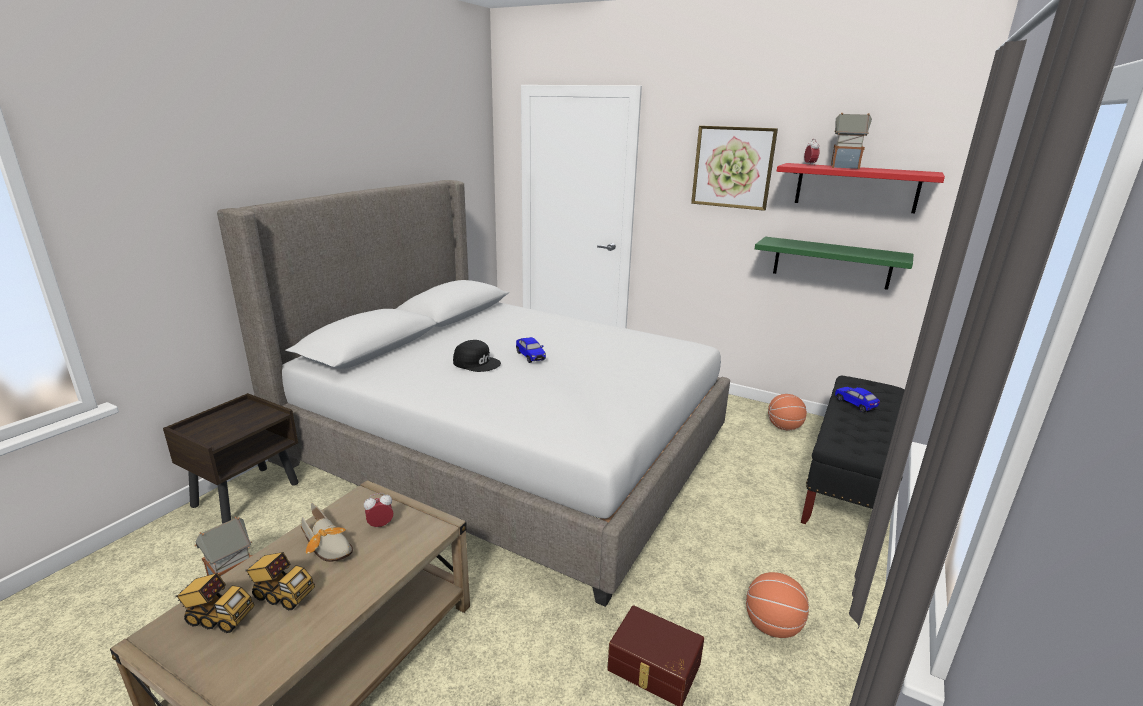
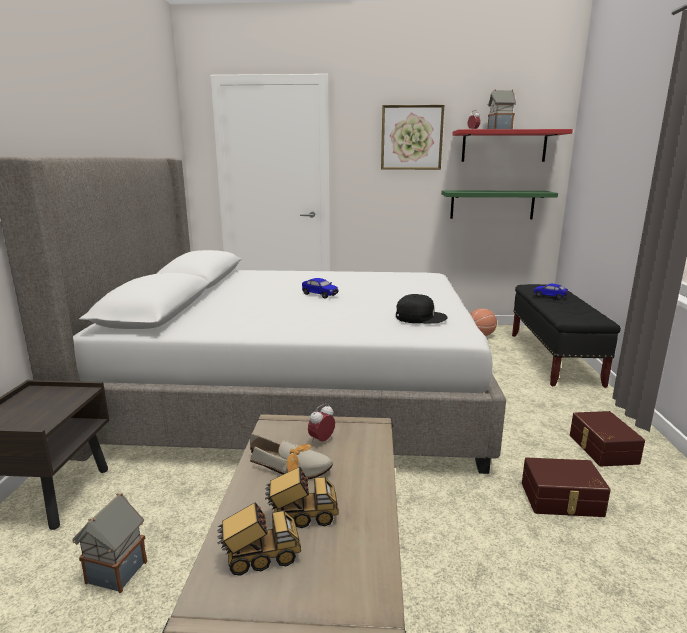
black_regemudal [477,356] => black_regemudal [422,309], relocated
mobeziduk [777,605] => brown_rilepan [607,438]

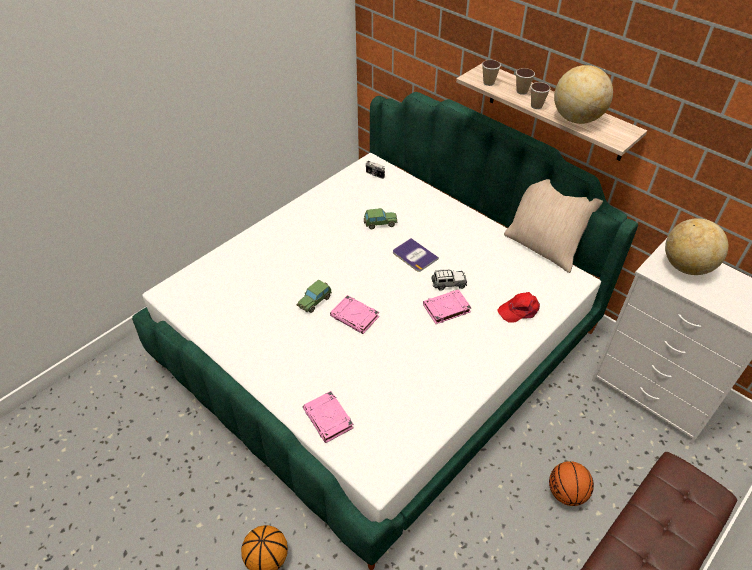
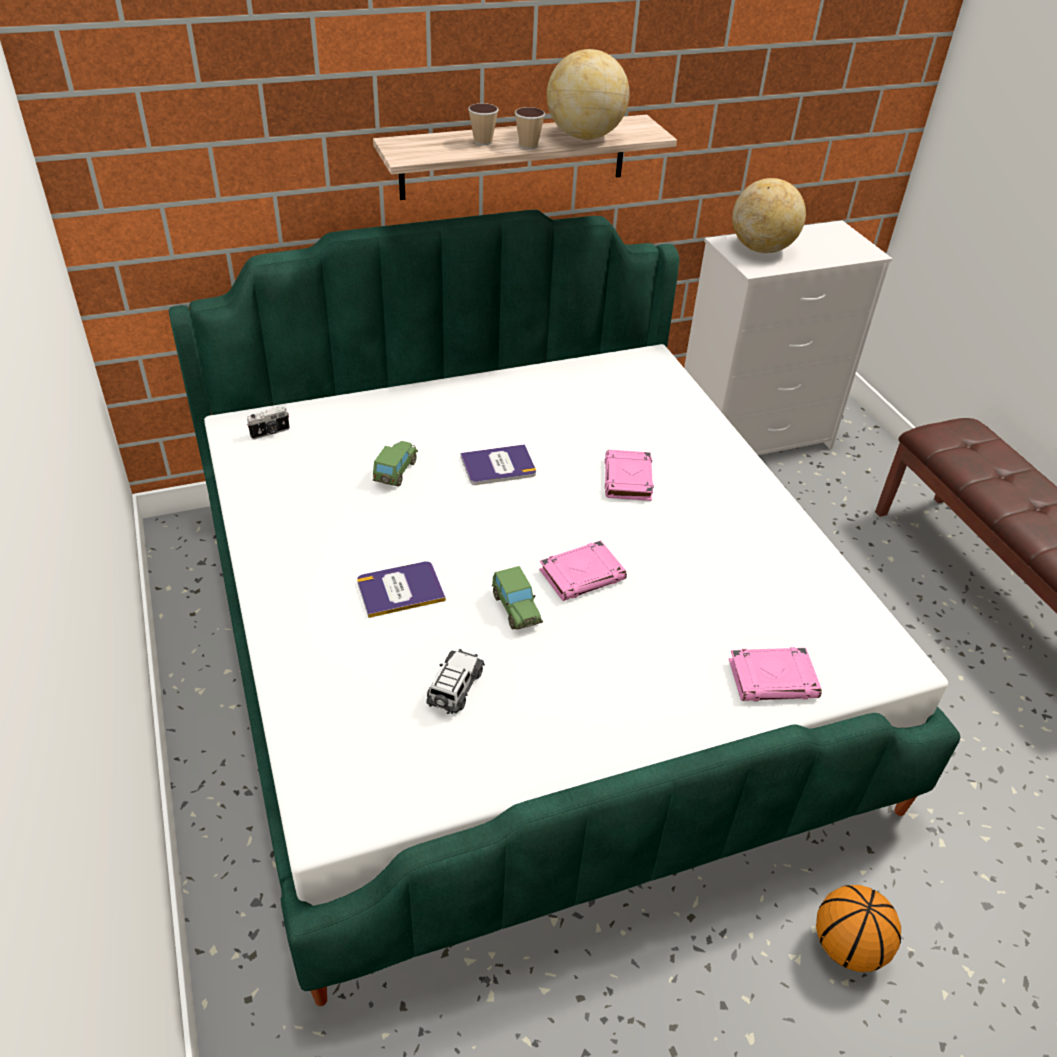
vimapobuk [449,280] => vimapobuk [455,681], relocated
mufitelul [491,73] => nothing
red_regemudal [518,307] => nothing
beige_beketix [553,226] => nothing
mobeziduk [571,483] => nothing
nothing => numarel [401,589]

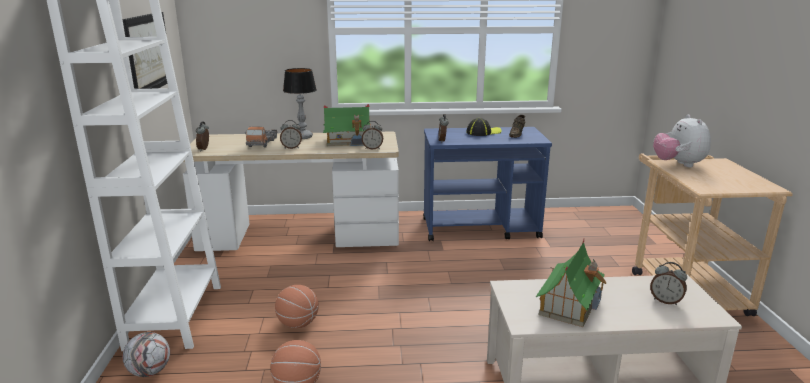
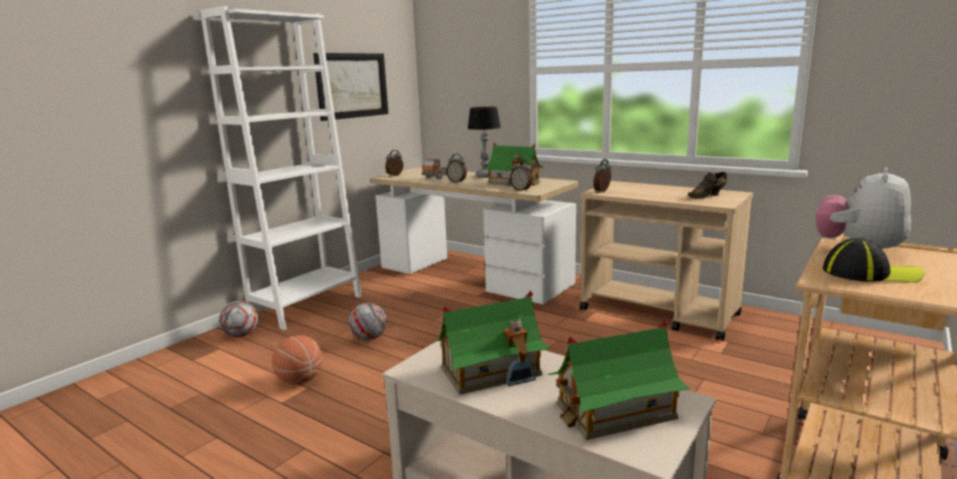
mobeziduk [297,306] => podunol [368,322]
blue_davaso [487,184] => beige_davaso [666,261]
regemudal [484,127] => regemudal [873,260], relocated
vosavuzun [668,283] => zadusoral [619,380]

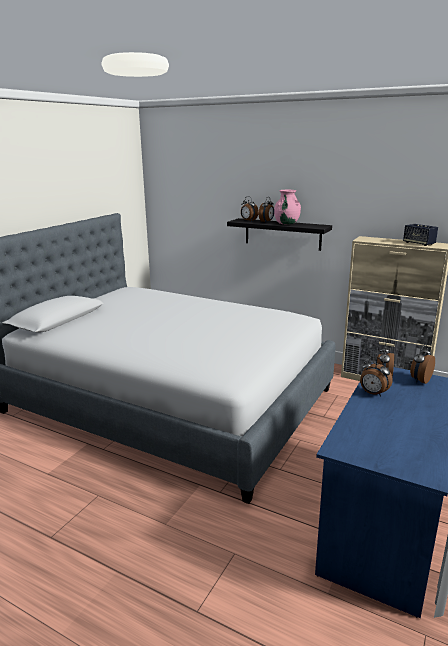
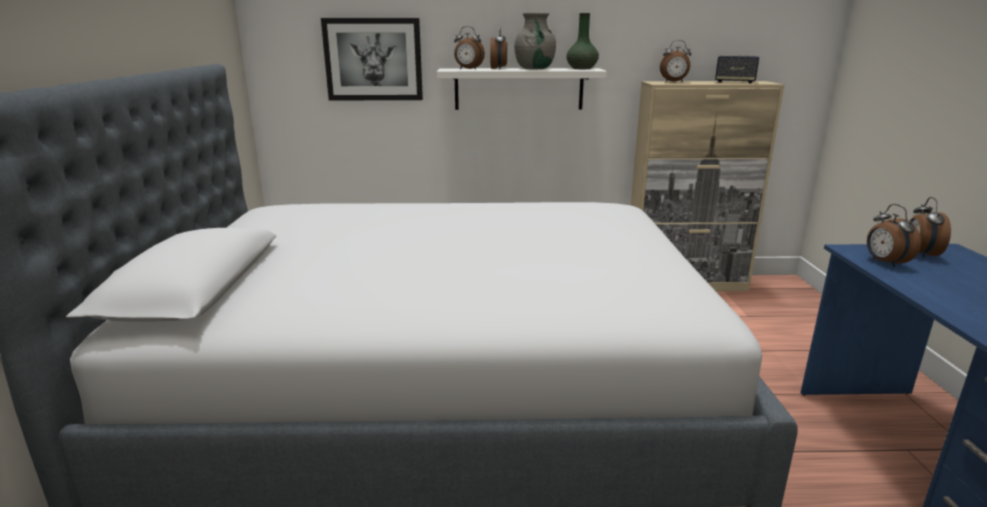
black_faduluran [279,234] => white_faduluran [522,89]
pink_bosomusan [287,207] => grey_bosomusan [535,41]
vosavuzun [376,377] => vosavuzun [675,61], relocated
nothing => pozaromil [372,59]
nothing => green_bosomusan [582,41]

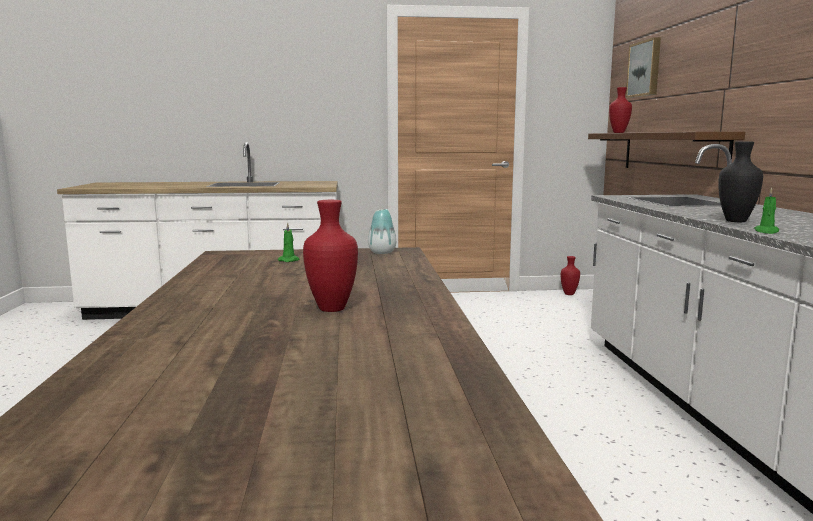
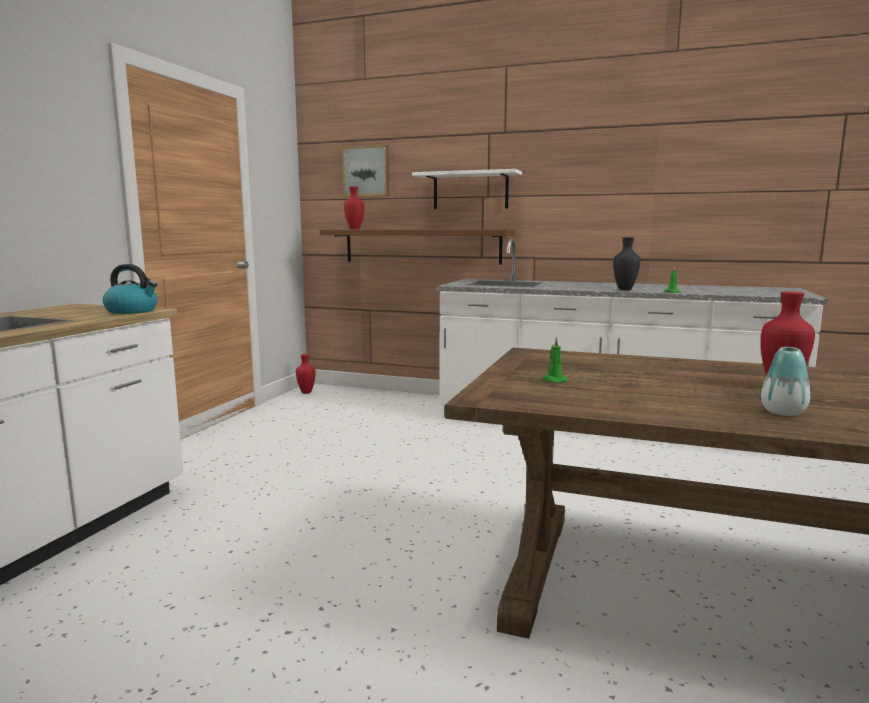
bosomusan [382,231] => bosomusan [785,381], relocated
nothing => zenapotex [130,289]
nothing => white_faduluran [467,189]

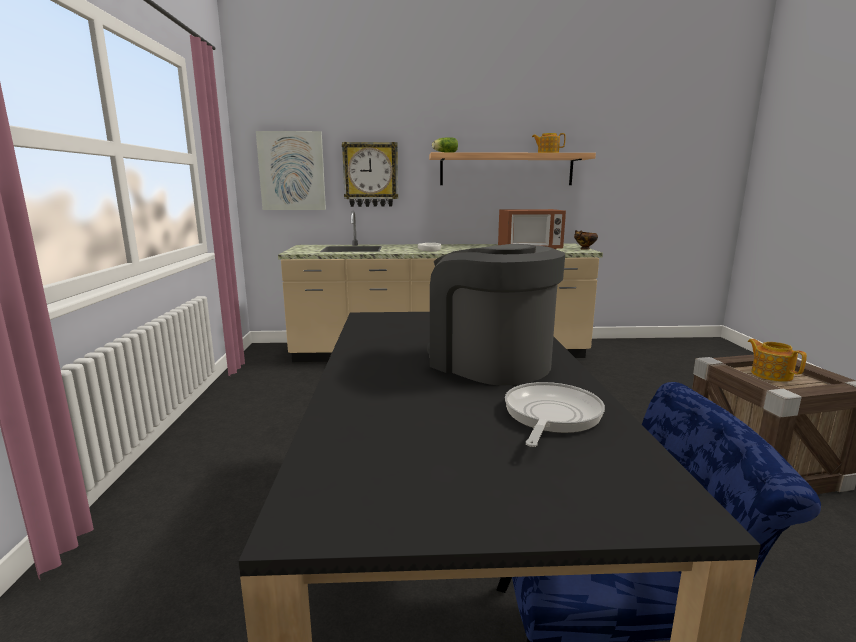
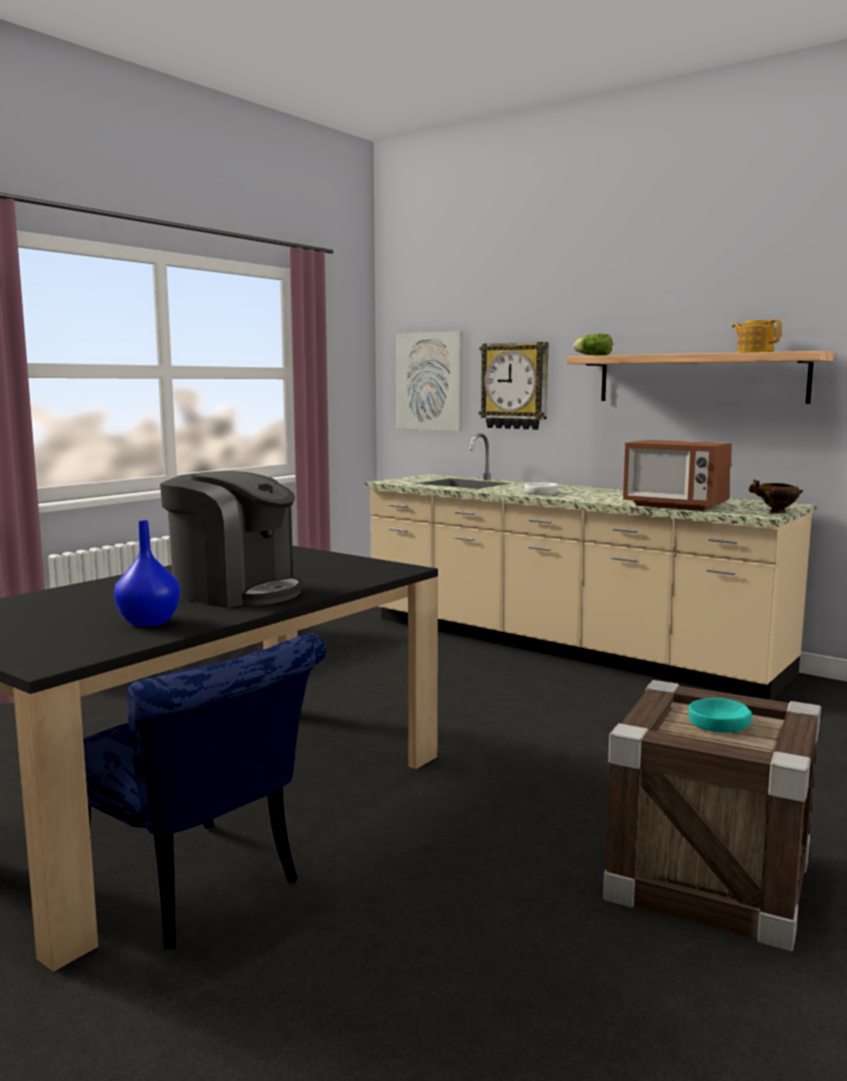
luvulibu [496,315] => luvulibu [231,539], 120 degrees clockwise
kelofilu [555,414] => blue_bosomusan [147,573]
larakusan [777,360] => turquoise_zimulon [720,715]

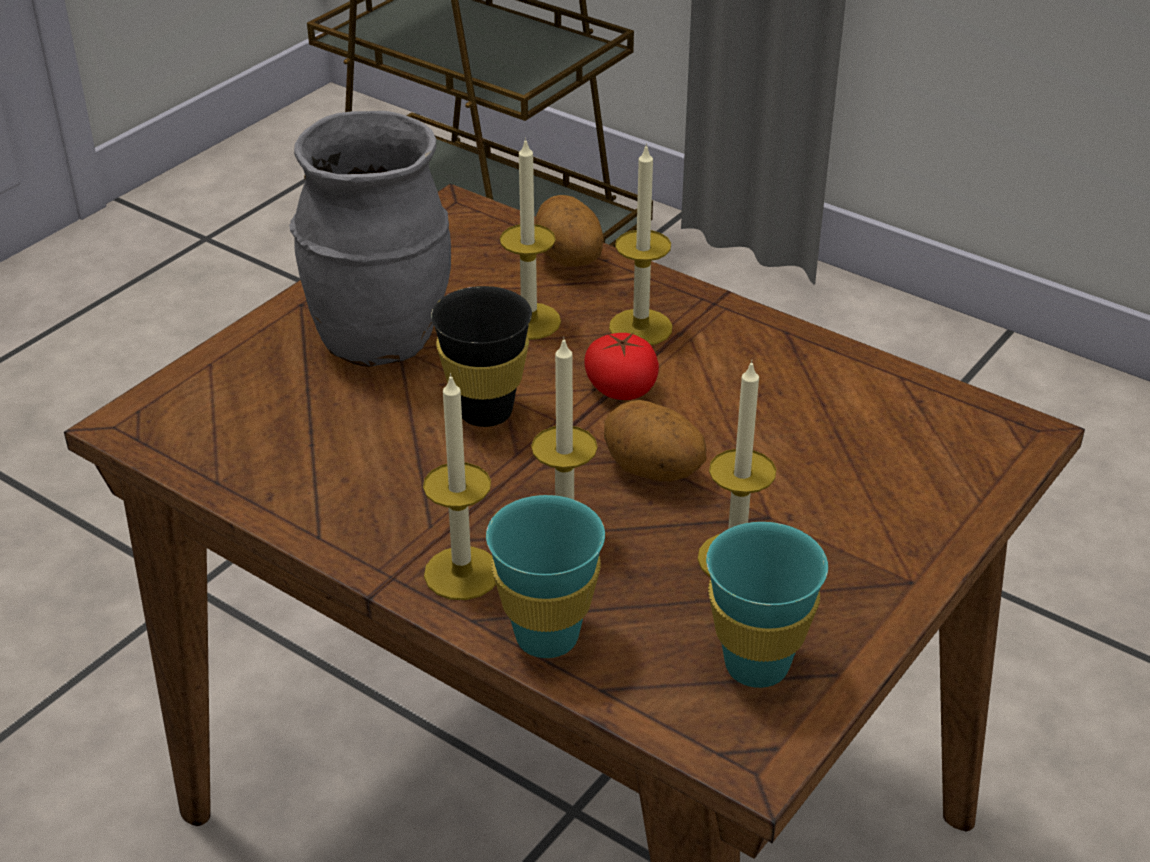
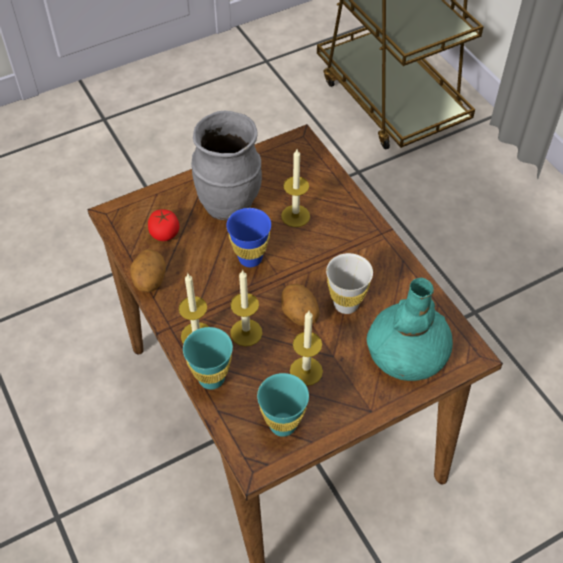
black_mufitelul [481,356] => blue_mufitelul [248,237]
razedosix [569,231] => razedosix [148,270], relocated
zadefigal [621,366] => zadefigal [163,225], relocated
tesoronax [640,244] => nothing
nothing => white_mufitelul [349,283]
nothing => turquoise_bosomusan [410,329]

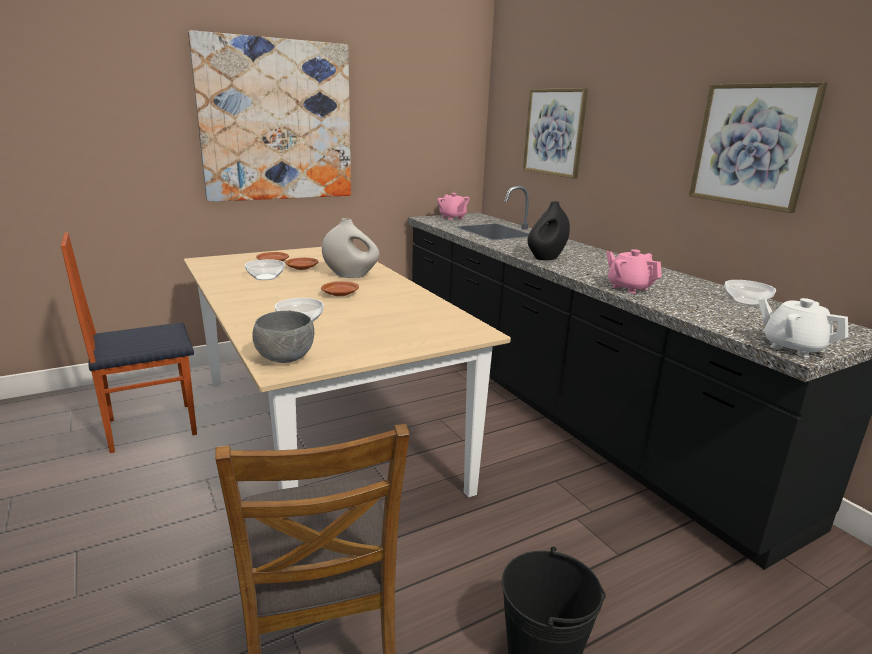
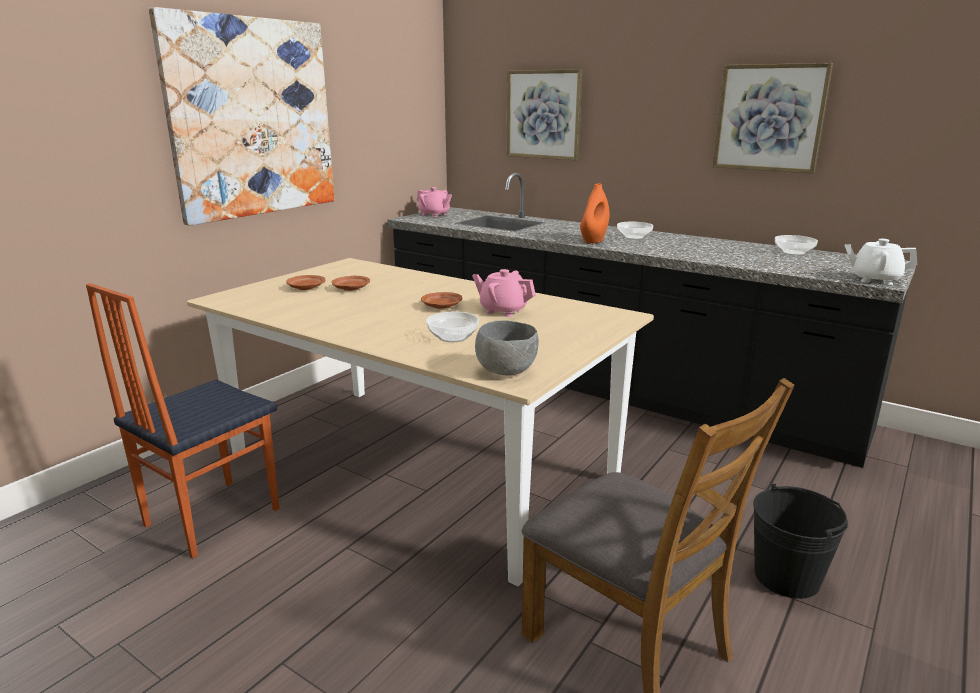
zimulon [265,269] => zimulon [635,231], relocated
white_bosomusan [351,248] => nothing
black_bosomusan [549,231] => orange_bosomusan [594,213]
pink_larakusan [634,271] => pink_larakusan [504,293], relocated

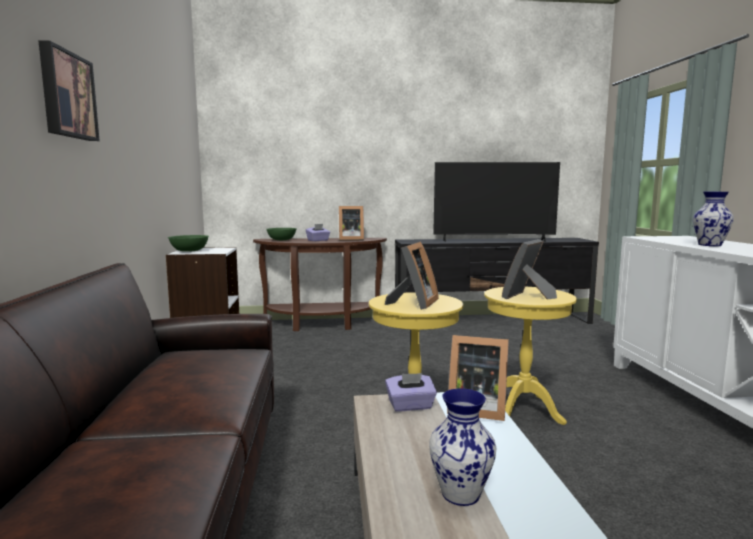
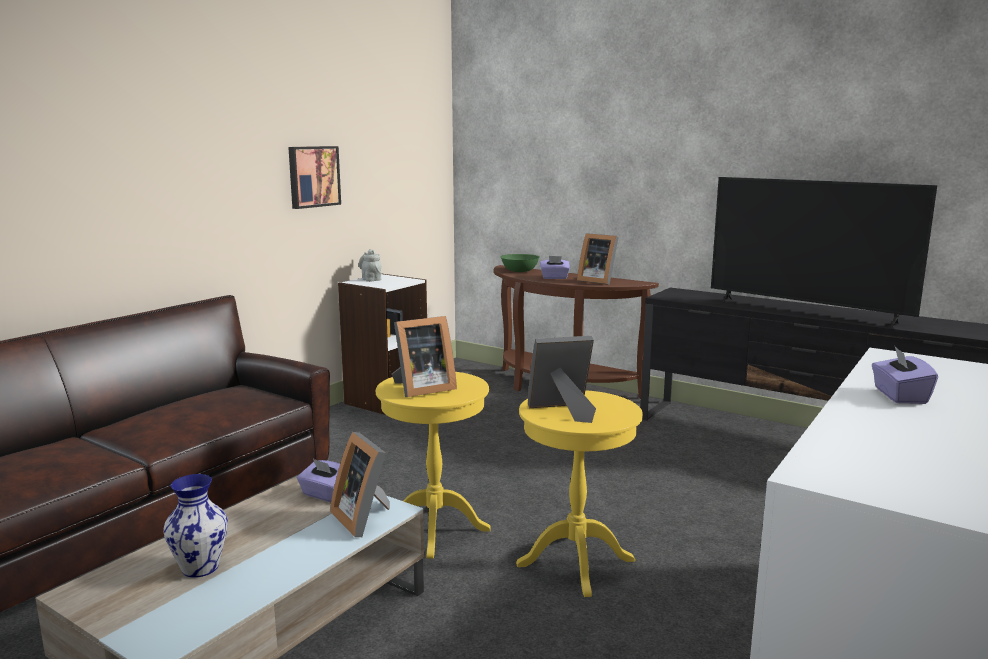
pozaromil [69,90] => pozaromil [314,177], relocated
green_zimulon [188,243] => grey_larakusan [370,265]
bosomusan [713,219] => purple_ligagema [905,375]

